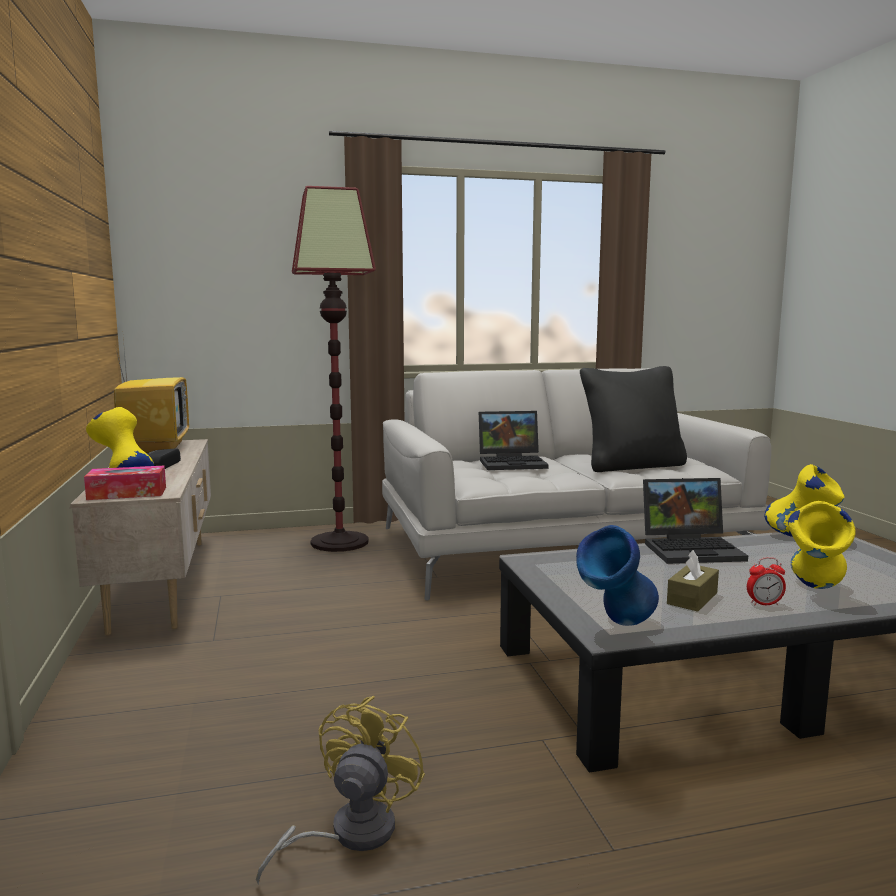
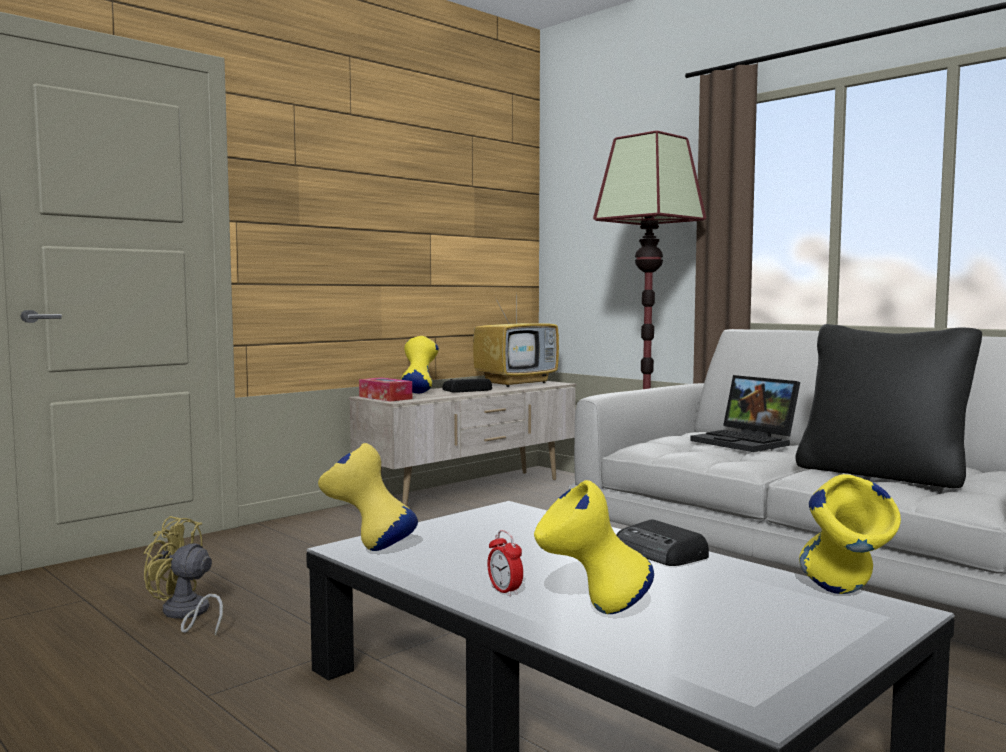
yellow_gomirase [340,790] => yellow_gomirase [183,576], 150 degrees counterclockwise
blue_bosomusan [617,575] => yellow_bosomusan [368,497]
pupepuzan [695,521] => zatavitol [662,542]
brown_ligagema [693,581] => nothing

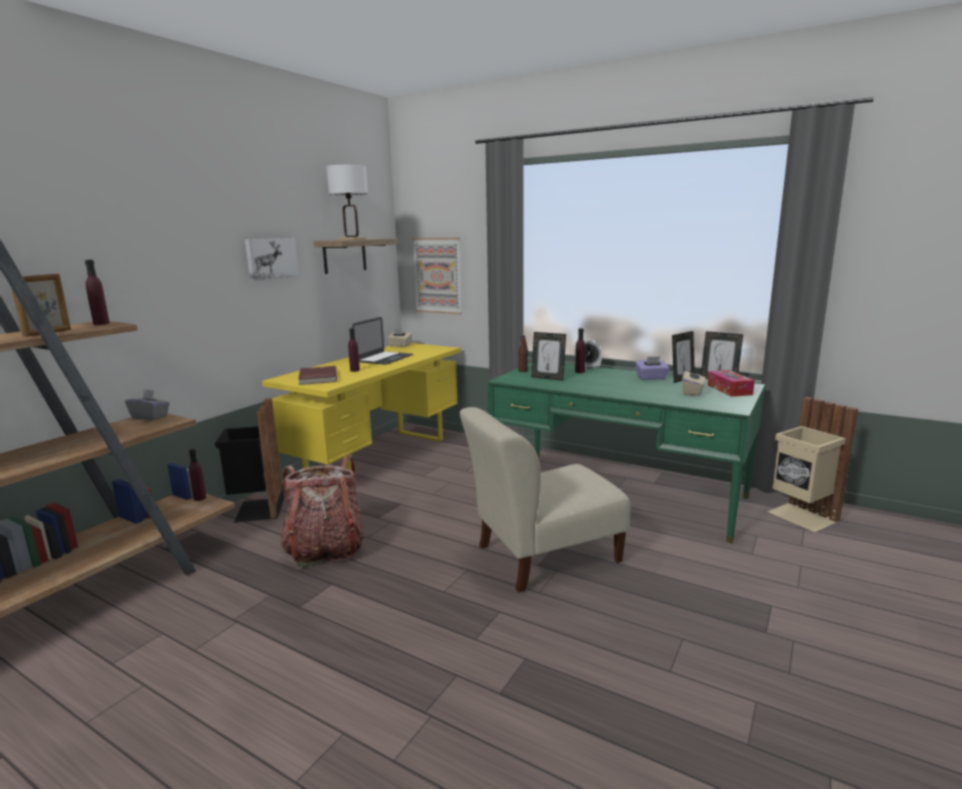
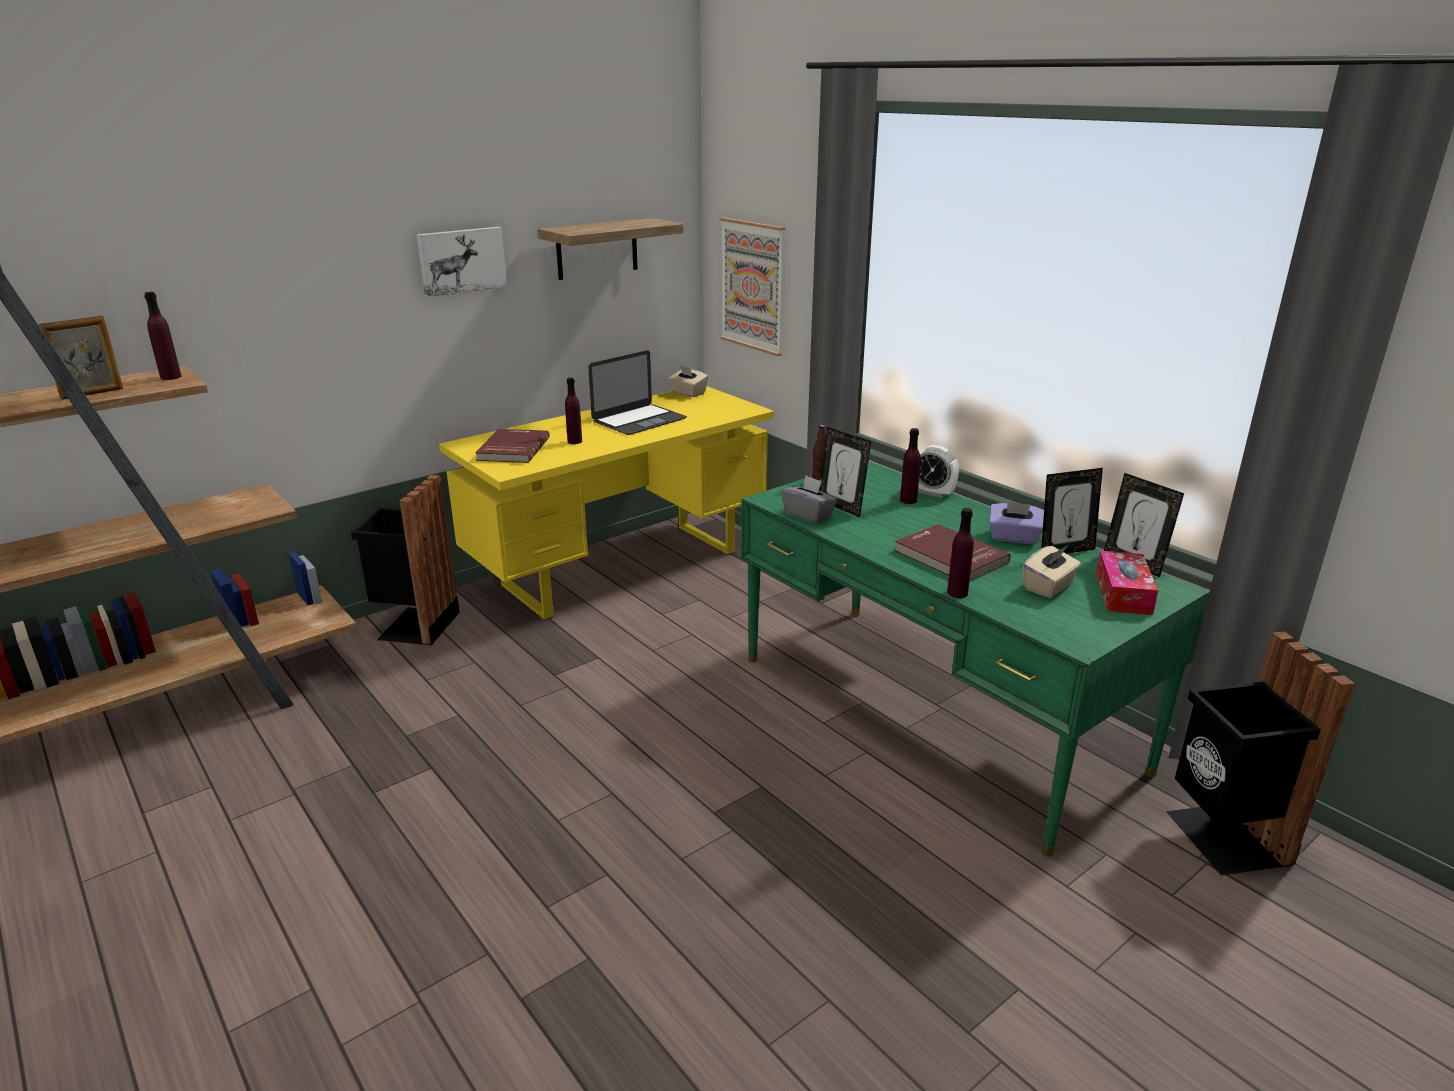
grey_ligagema [147,405] => grey_ligagema [809,499], relocated
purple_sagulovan [197,475] => purple_sagulovan [960,553], relocated
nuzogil [322,511] => nothing
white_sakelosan [347,202] => nothing
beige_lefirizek [545,500] => nothing
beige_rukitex [812,464] => black_rukitex [1260,753]
nothing => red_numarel [952,552]

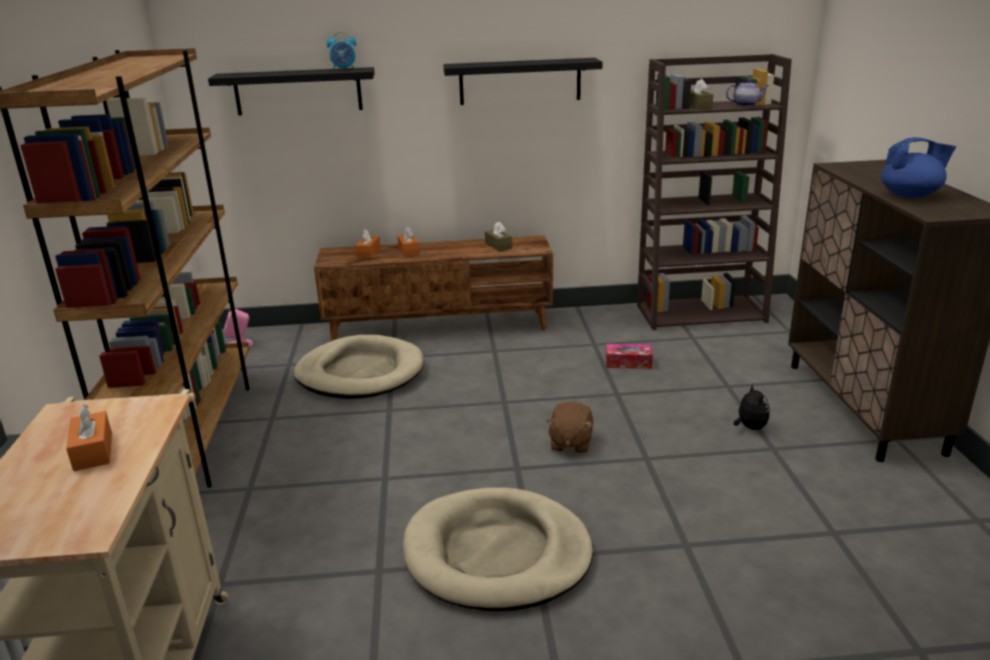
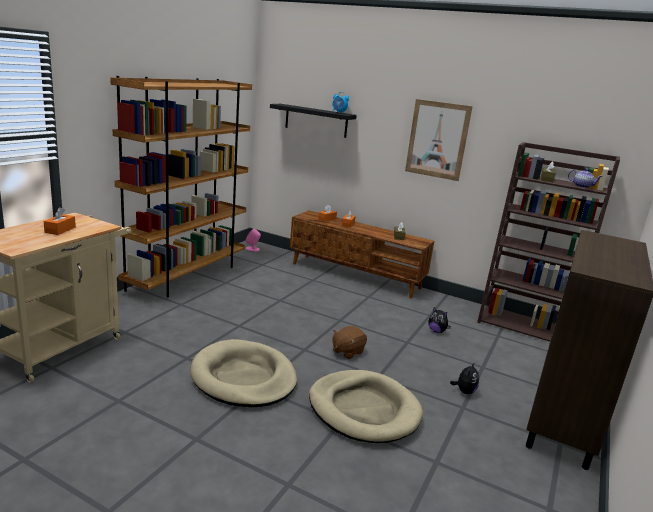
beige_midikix [358,367] => beige_midikix [366,406], relocated
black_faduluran [522,81] => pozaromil [439,140]
ligagema [629,356] => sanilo [439,320]
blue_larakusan [918,167] => nothing

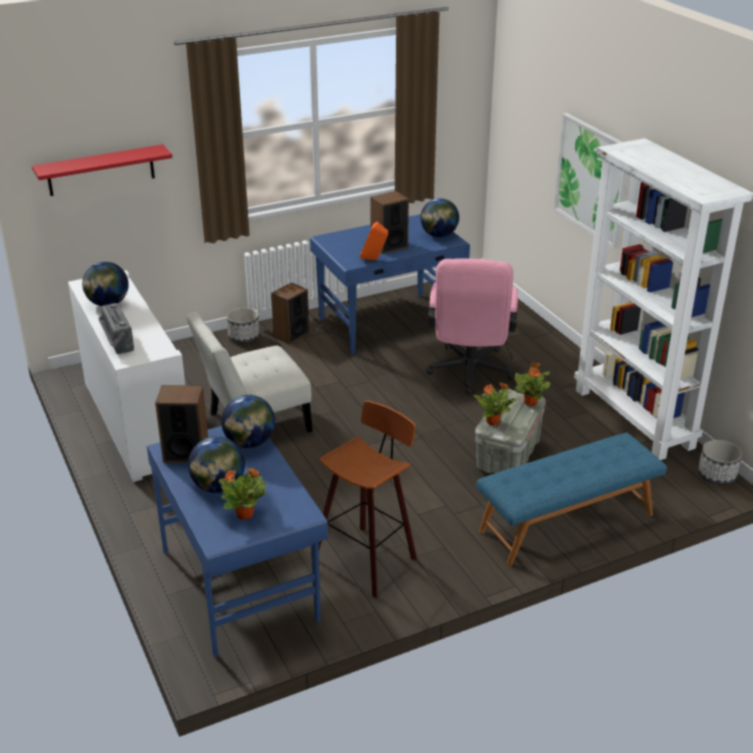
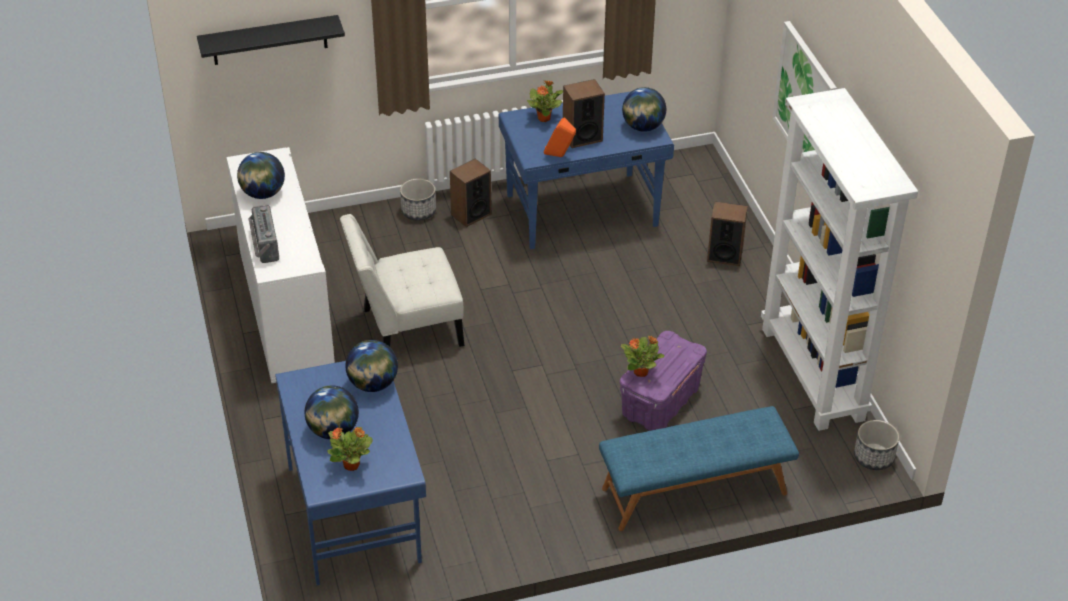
red_faduluran [102,170] => black_faduluran [271,40]
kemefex [181,424] => kemefex [727,234], relocated
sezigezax [368,499] => nothing
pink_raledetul [472,326] => nothing
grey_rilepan [510,431] => purple_rilepan [663,380]
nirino [533,384] => nirino [545,101], relocated

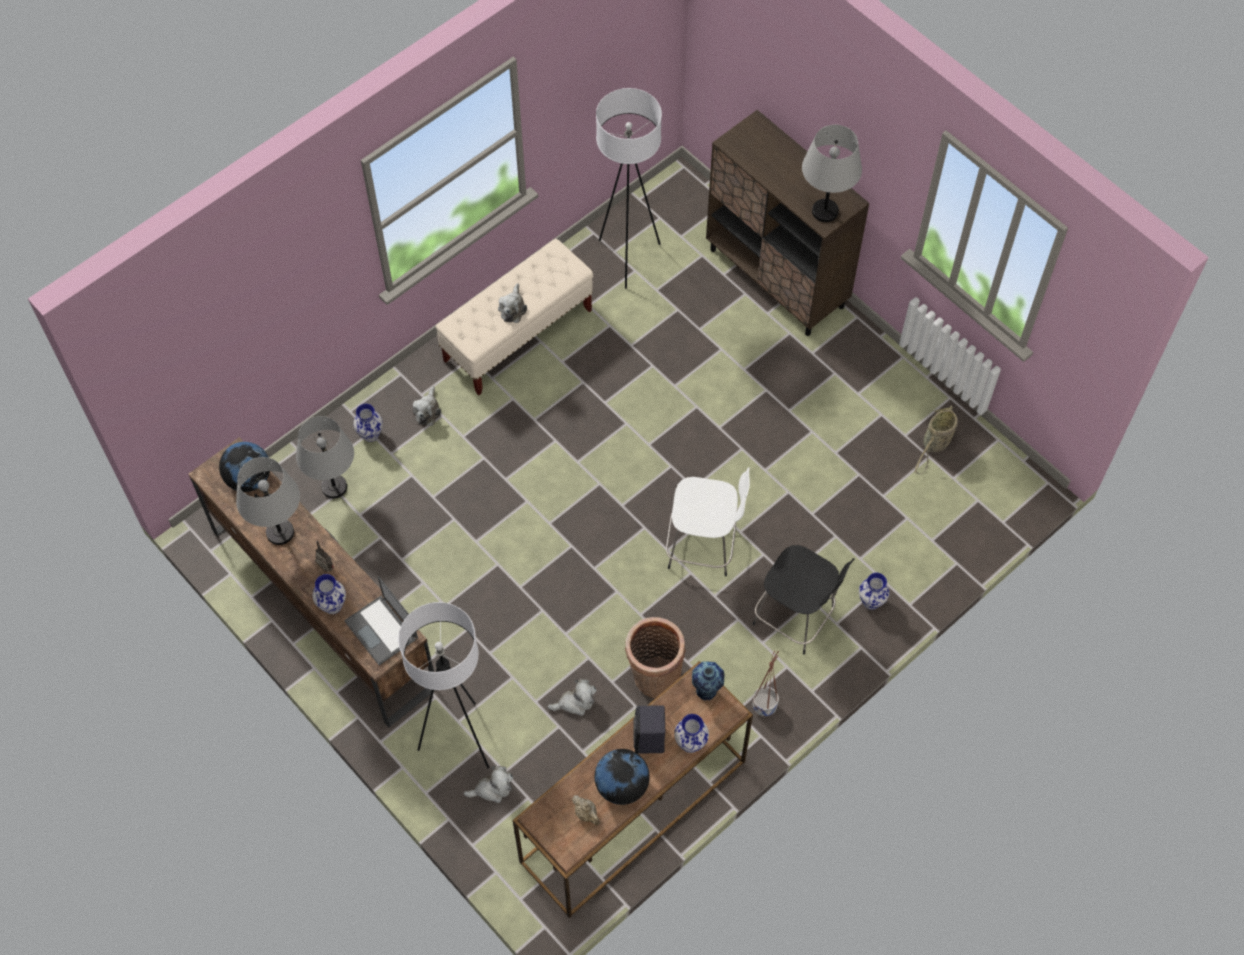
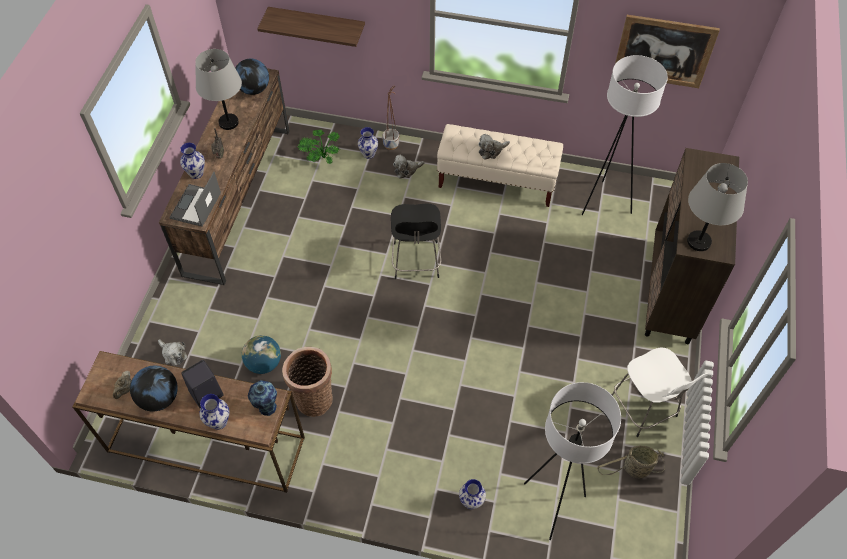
grey_sakelosan [325,457] => nirino [318,146]
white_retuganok [443,685] => white_retuganok [572,461], relocated
sanilo [572,697] => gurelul [261,354]
white_sezigezax [708,521] => white_sezigezax [659,392], relocated
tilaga [765,683] => tilaga [390,117], relocated
black_sezigezax [804,599] => black_sezigezax [416,241], relocated
nothing => faduluran [311,27]
nothing => pozaromil [667,51]

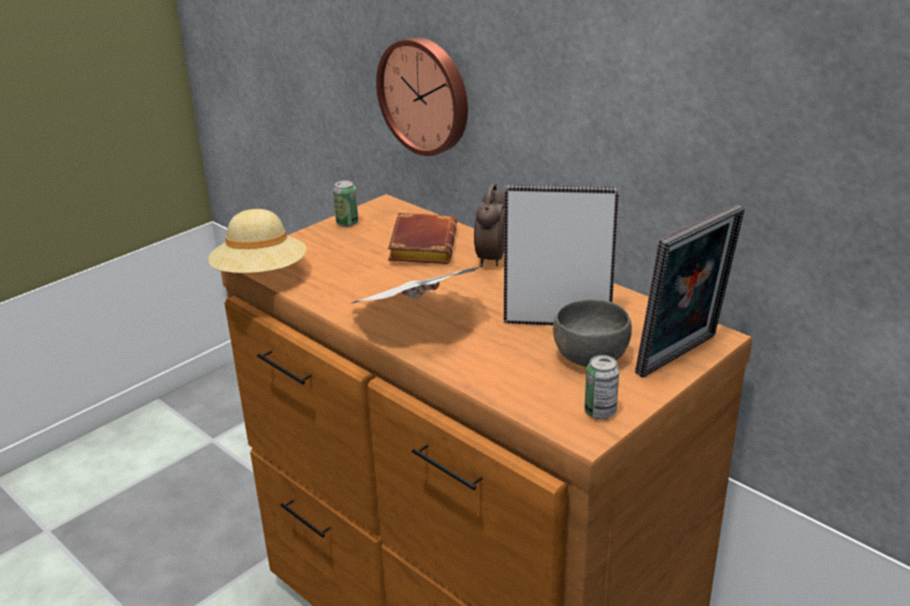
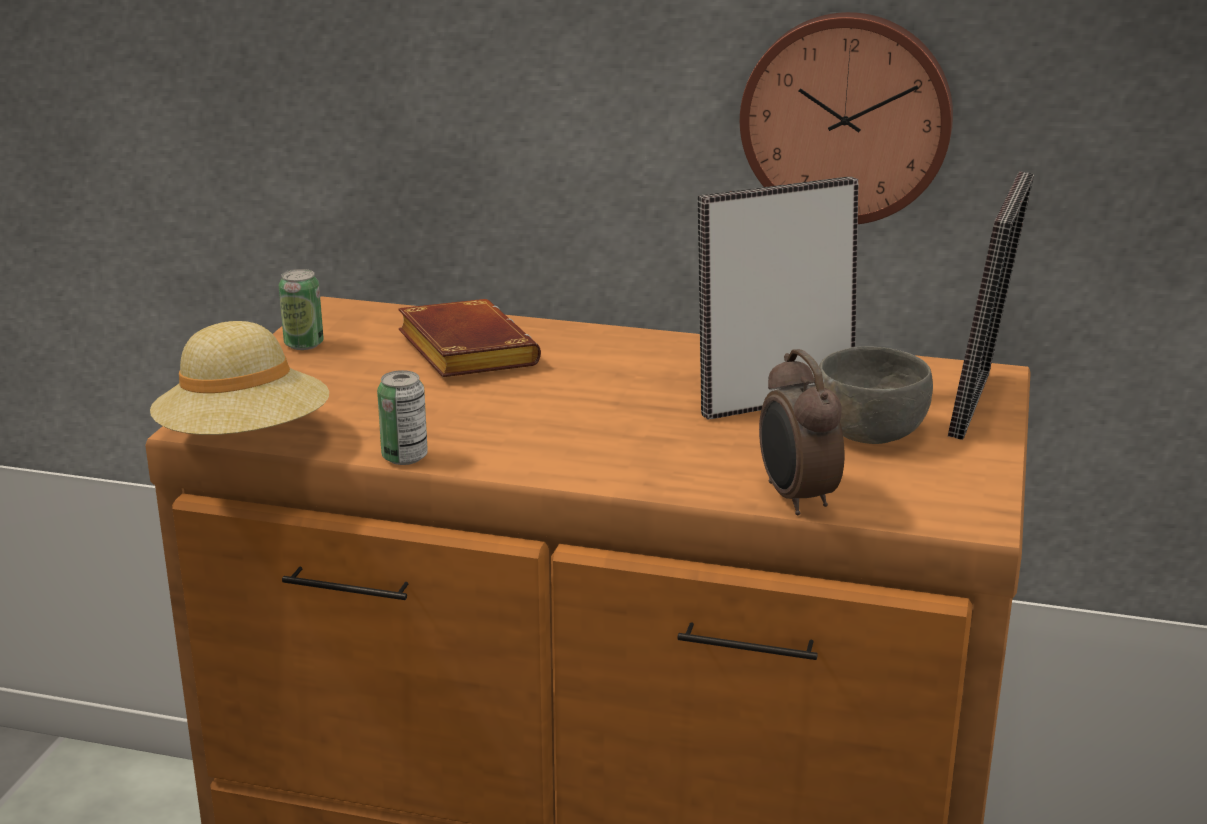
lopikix [414,285] => nothing
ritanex [422,96] => ritanex [846,118], relocated
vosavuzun [489,225] => vosavuzun [801,432], relocated
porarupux [601,387] => porarupux [402,417], relocated

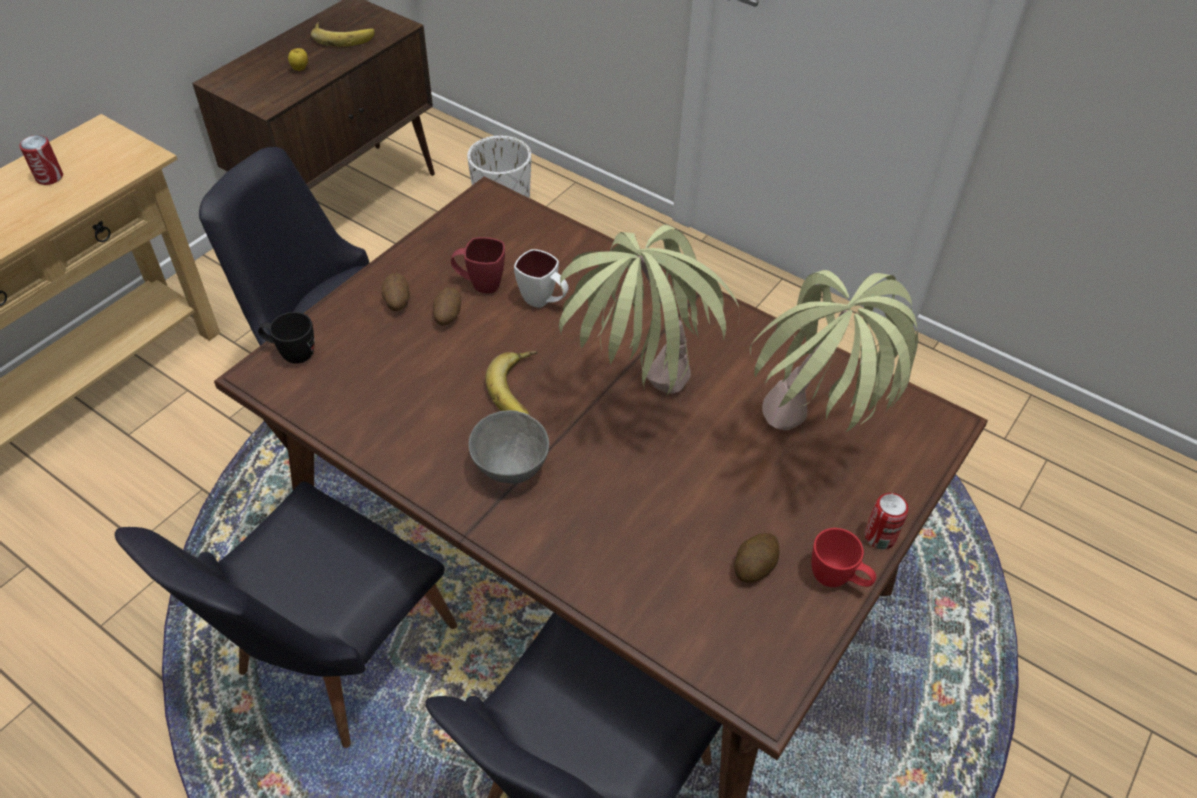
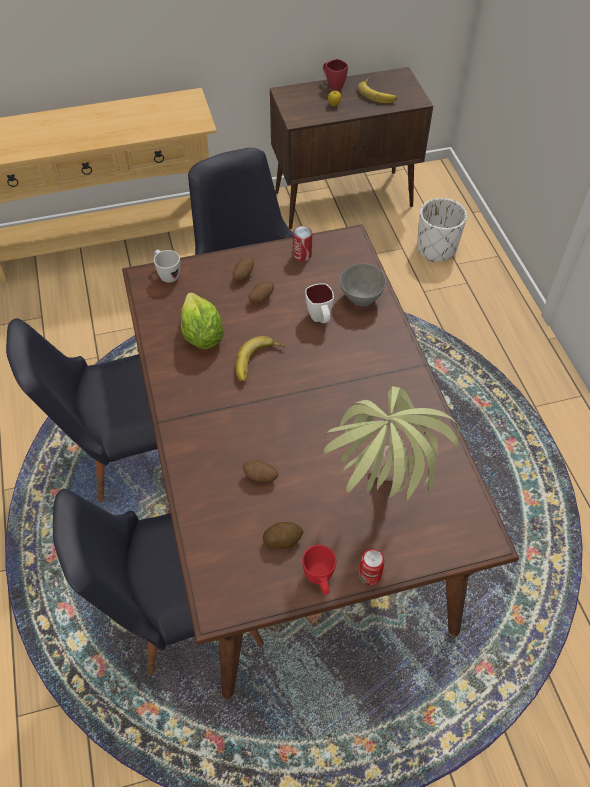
porarupux [41,160] => porarupux [302,243], relocated
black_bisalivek [286,338] => white_bisalivek [167,266]
red_bisalivek [478,265] => red_bisalivek [335,75], relocated
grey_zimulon [509,446] => grey_zimulon [363,284], relocated
nirino [649,309] => nothing
nothing => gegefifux [202,320]
nothing => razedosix [260,471]

